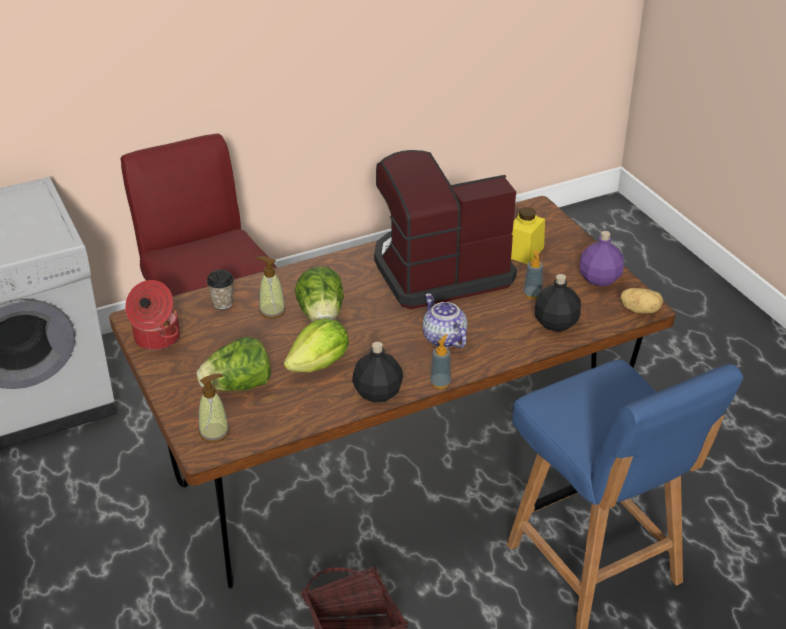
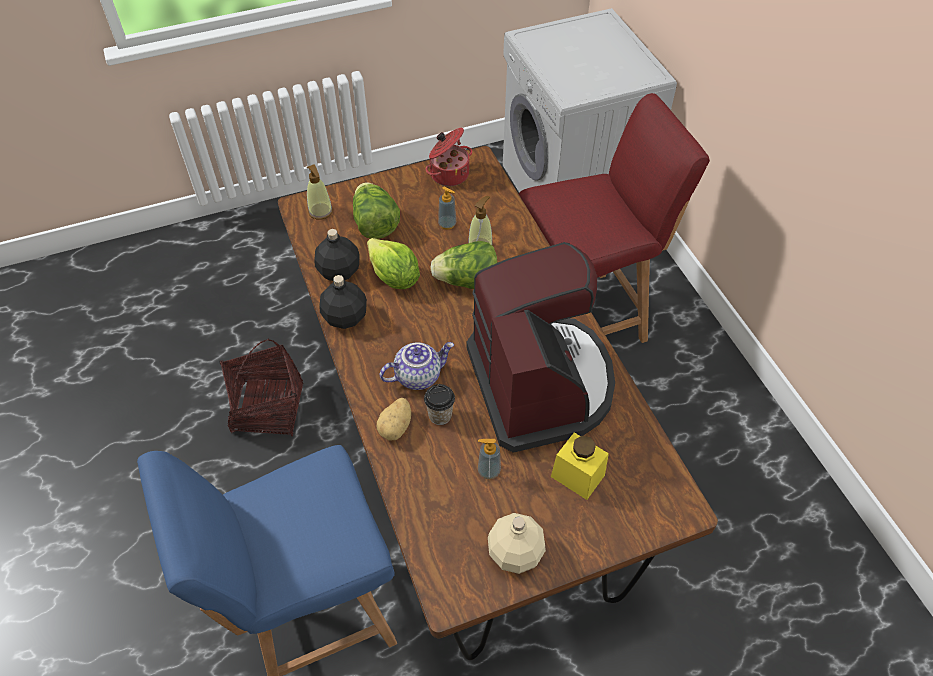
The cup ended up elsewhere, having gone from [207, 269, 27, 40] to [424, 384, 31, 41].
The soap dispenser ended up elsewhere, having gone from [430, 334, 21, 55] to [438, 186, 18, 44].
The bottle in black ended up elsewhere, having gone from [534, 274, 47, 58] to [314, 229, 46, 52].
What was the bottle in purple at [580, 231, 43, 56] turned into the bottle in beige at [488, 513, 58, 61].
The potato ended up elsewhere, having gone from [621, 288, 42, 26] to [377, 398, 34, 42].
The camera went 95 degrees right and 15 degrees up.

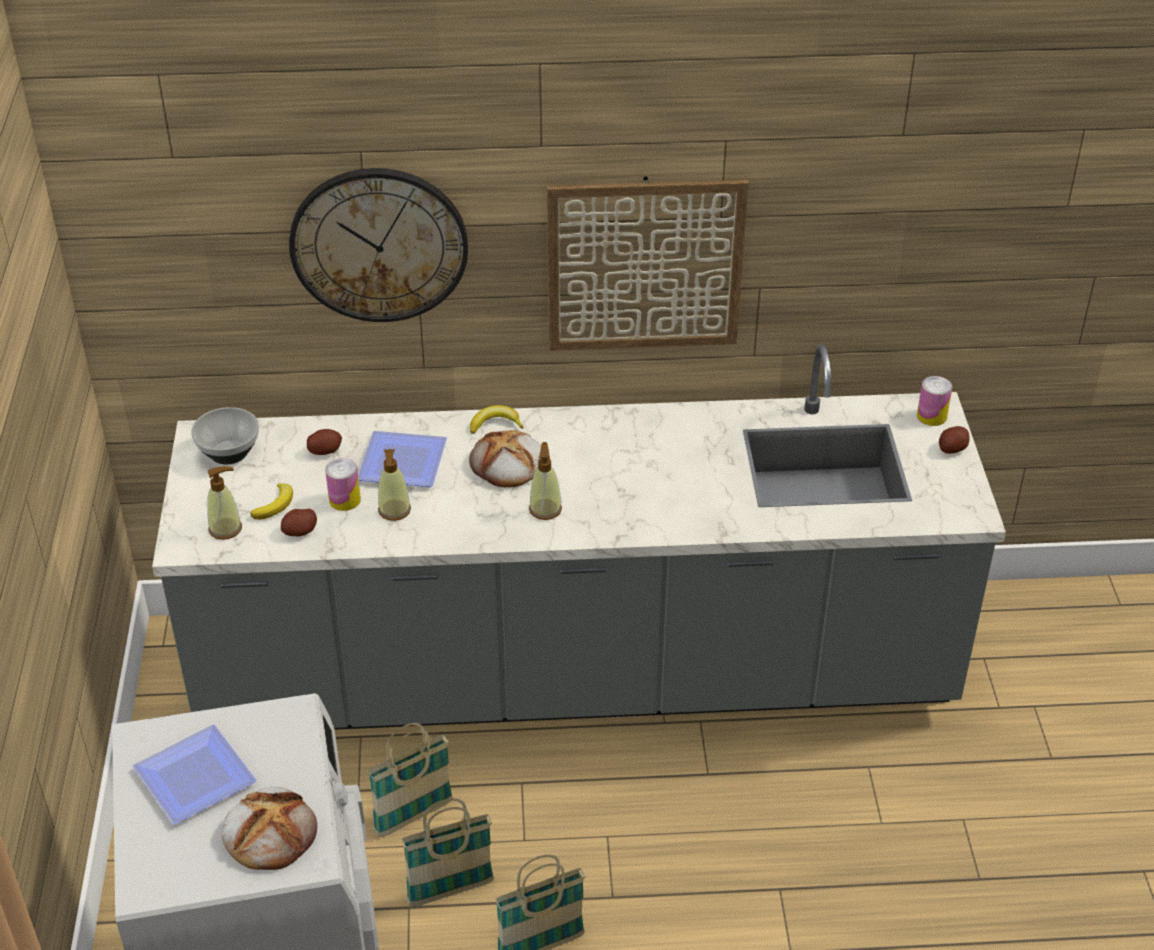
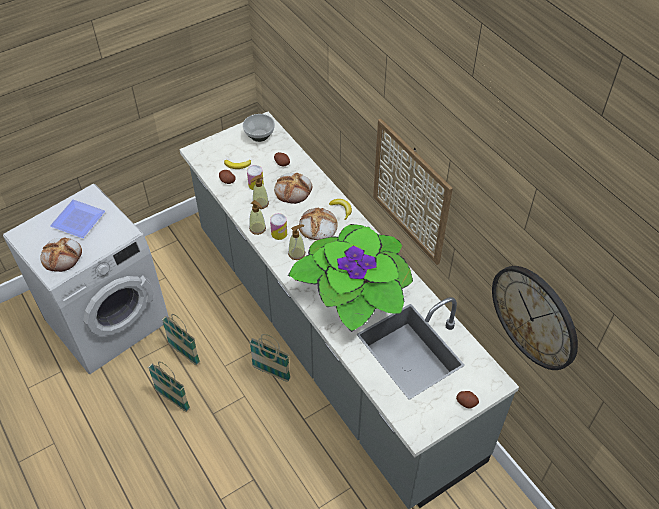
The soap dispenser ended up elsewhere, having gone from [207, 466, 35, 74] to [249, 200, 17, 35].
The wall clock ended up elsewhere, having gone from [289, 168, 179, 154] to [492, 266, 86, 104].
Where the plate stood at [358, 431, 89, 56], the bread came to stand at [274, 173, 38, 31].
The basket ended up elsewhere, having gone from [368, 723, 85, 114] to [249, 334, 42, 48].
The can ended up elsewhere, having gone from [917, 376, 35, 50] to [270, 213, 17, 27].
The second view gained the potted plant at [288, 224, 125, 108].
The camera went 60 degrees right and 10 degrees up.

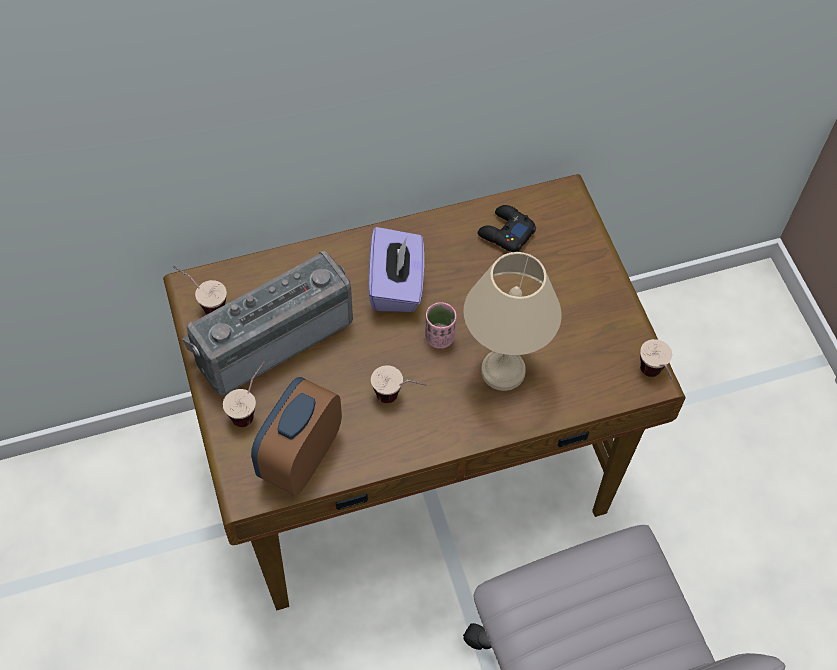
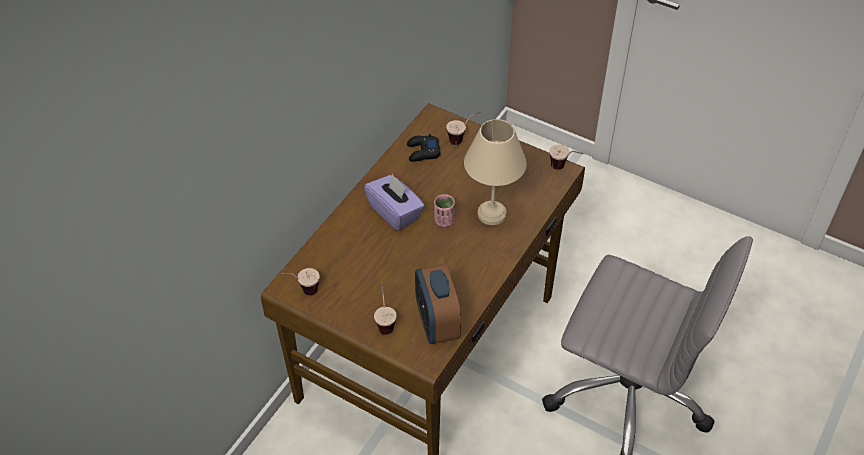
The second view lost the radio at [182, 251, 171, 145].
The cup ended up elsewhere, having gone from [371, 365, 56, 38] to [446, 111, 35, 34].
The camera went 40 degrees left and 10 degrees down.

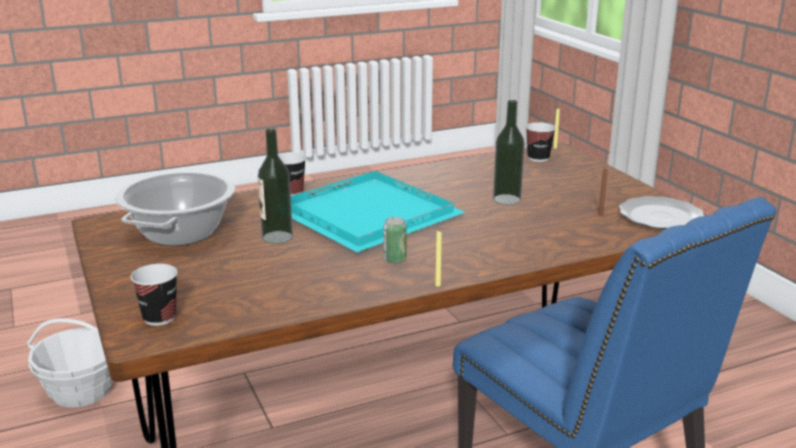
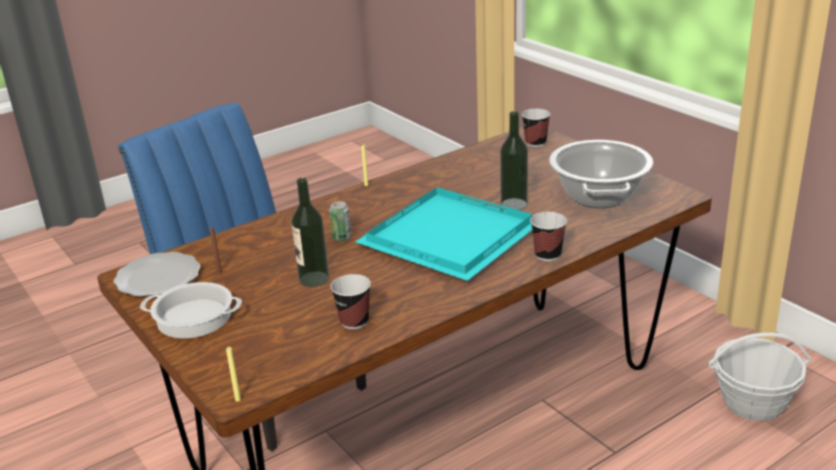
The can ended up elsewhere, having gone from [383, 217, 23, 47] to [329, 201, 22, 41].
The cup ended up elsewhere, having gone from [526, 122, 30, 40] to [331, 274, 40, 55].
The second view gained the cooking pot at [140, 282, 102, 57].
The camera went 170 degrees right and 5 degrees up.

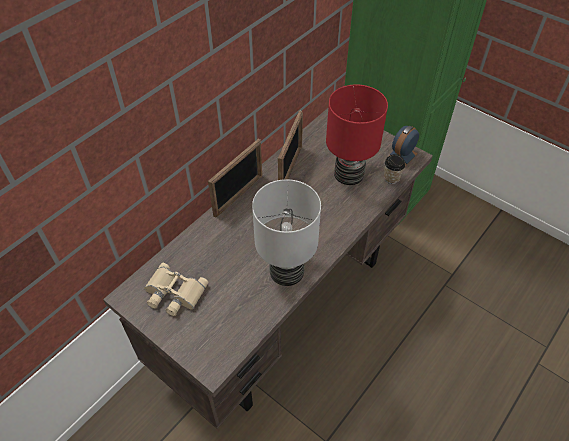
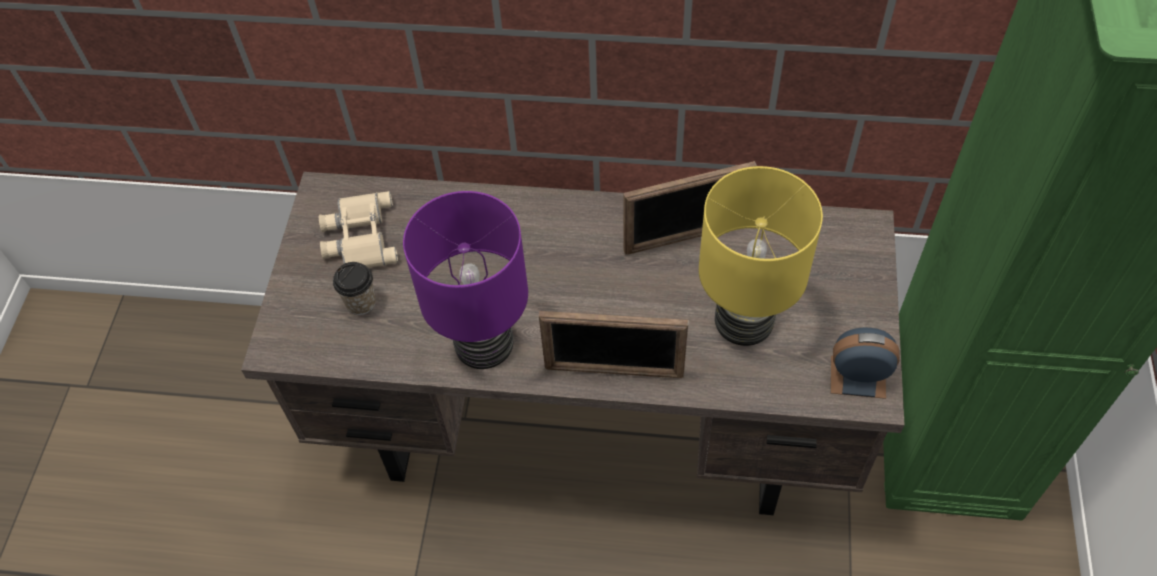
The picture frame ended up elsewhere, having gone from [208, 139, 54, 79] to [539, 311, 149, 67].
What was the table lamp in grey at [252, 179, 69, 107] turned into the table lamp in purple at [403, 191, 125, 178].
What was the table lamp in red at [326, 84, 62, 101] turned into the table lamp in yellow at [699, 166, 124, 180].
The cup ended up elsewhere, having gone from [384, 154, 21, 30] to [333, 262, 43, 53].
The camera went 60 degrees right and 5 degrees up.

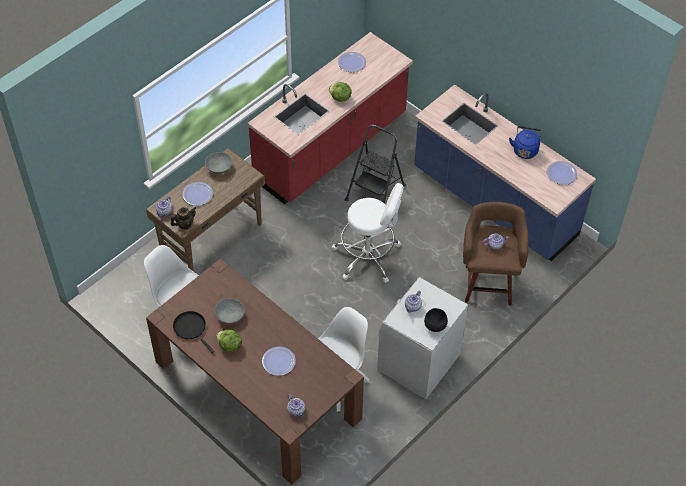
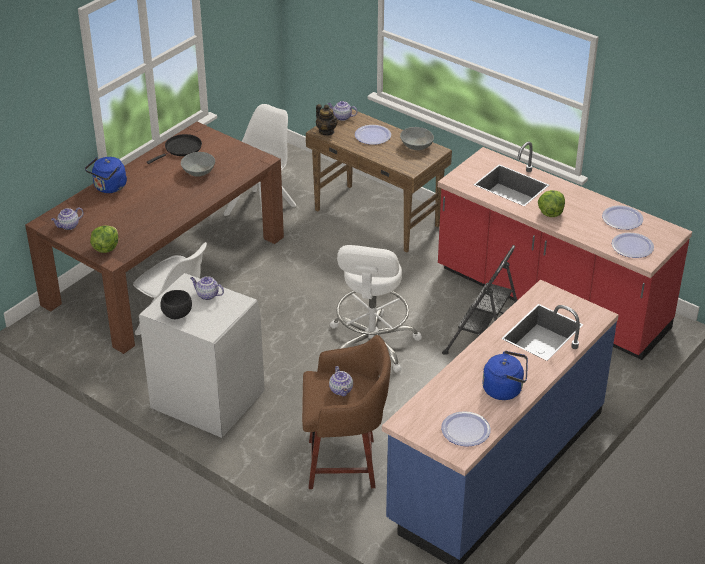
The lettuce ended up elsewhere, having gone from [217, 329, 25, 23] to [90, 225, 28, 28].
The plate ended up elsewhere, having gone from [262, 347, 34, 29] to [612, 233, 42, 25].
The second view gained the kettle in blue at [85, 157, 42, 36].
The camera went 85 degrees right and 15 degrees down.

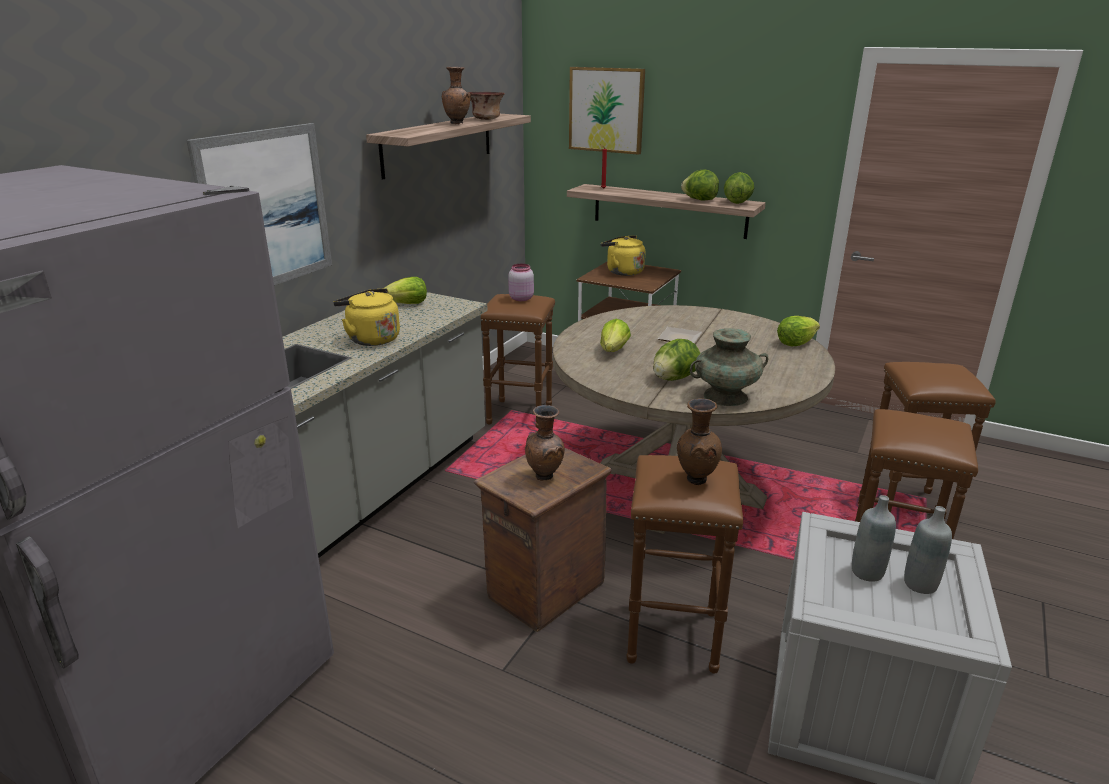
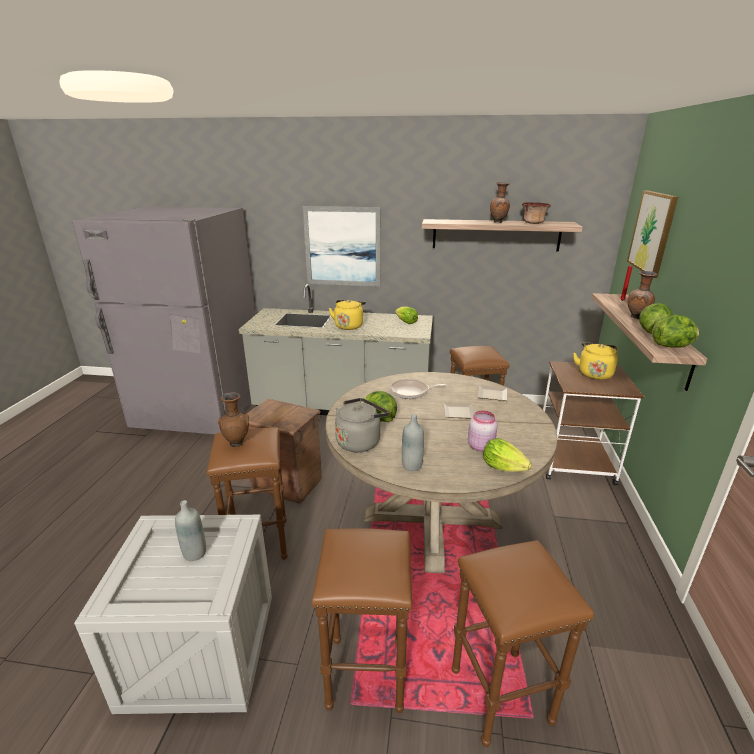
The jar in pink ended up elsewhere, having gone from [508, 264, 26, 37] to [468, 411, 30, 41].
The vase in brown ended up elsewhere, having gone from [525, 405, 40, 76] to [627, 271, 31, 48].
Where the lettuce stood at [600, 319, 31, 33], the frying pan came to stand at [390, 379, 56, 20].
Where the vase in turquoise stood at [690, 328, 78, 78], the kettle in grey came to stand at [335, 398, 54, 54].
The bottle in grey ended up elsewhere, having gone from [904, 506, 48, 88] to [402, 414, 22, 57].
The second view gained the plate at [478, 385, 29, 16].
The camera went 70 degrees right and 0 degrees up.

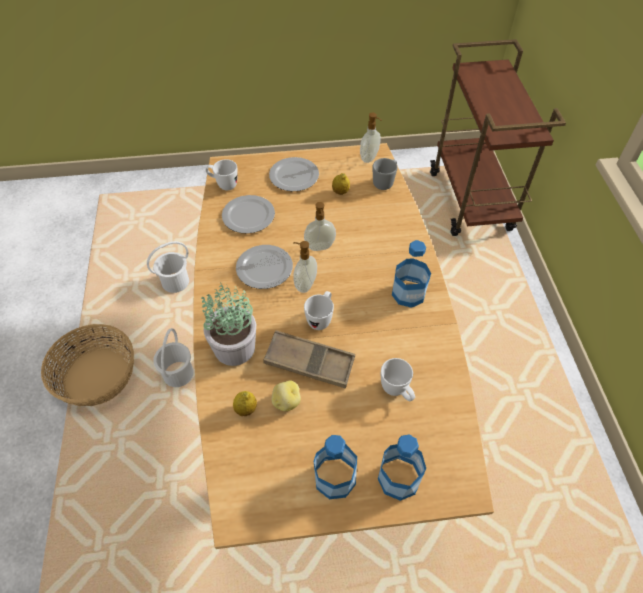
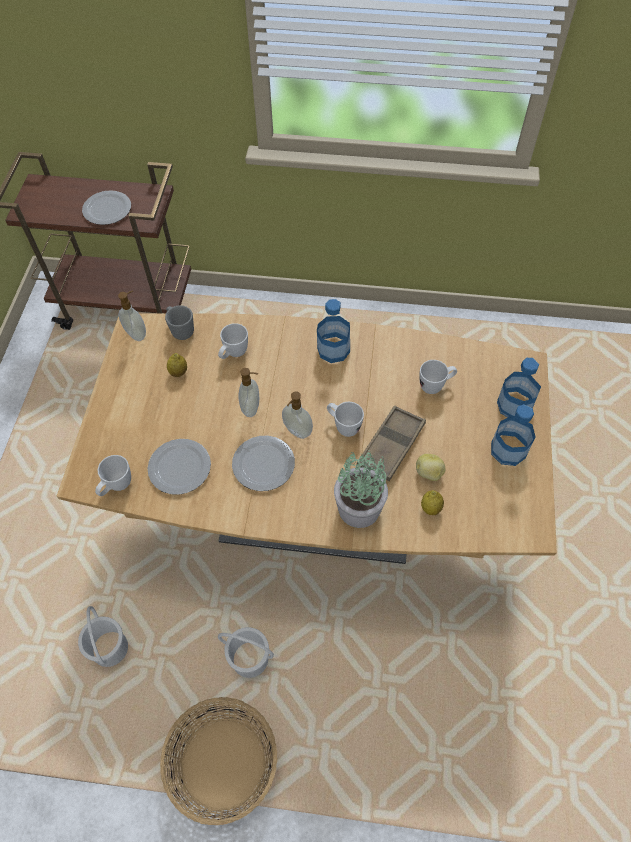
The plate ended up elsewhere, having gone from [269, 157, 50, 34] to [82, 190, 49, 35].
The second view gained the mug in white at [218, 323, 30, 36].
The camera went 75 degrees left and 5 degrees up.

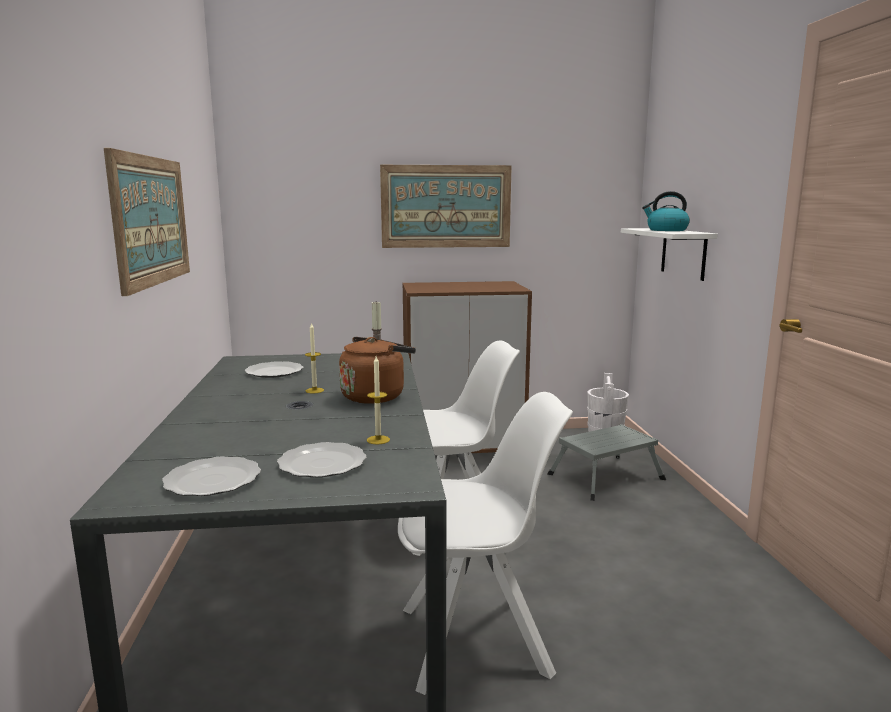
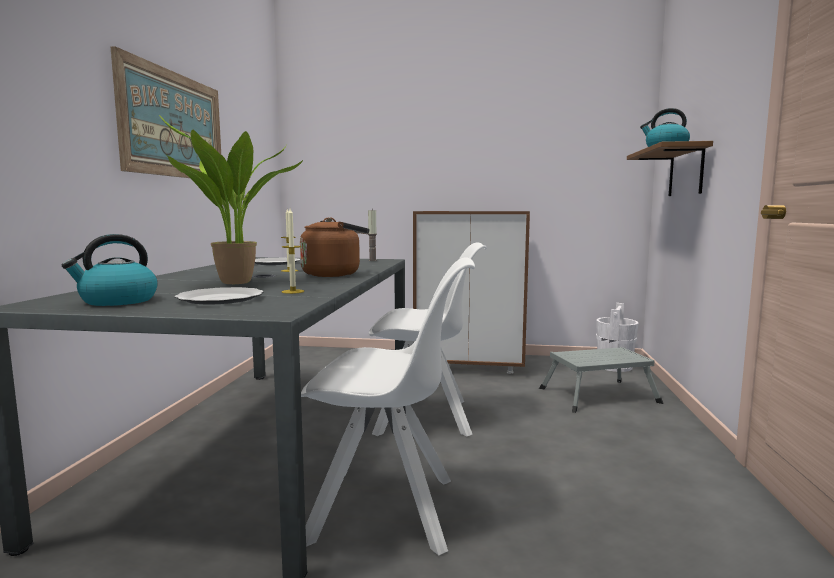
Where the plate stood at [162, 456, 99, 40], the kettle came to stand at [62, 234, 96, 72].
The second view lost the picture at [380, 165, 132, 83].
What was the shelf in white at [621, 228, 97, 53] turned into the shelf in brown at [627, 141, 86, 55].
The second view gained the potted plant at [159, 115, 144, 169].
The camera went 15 degrees right and 5 degrees down.

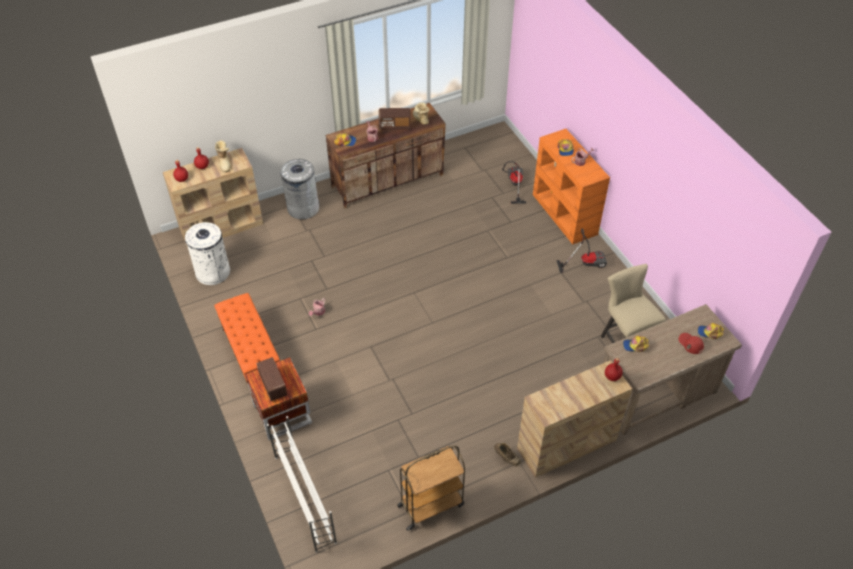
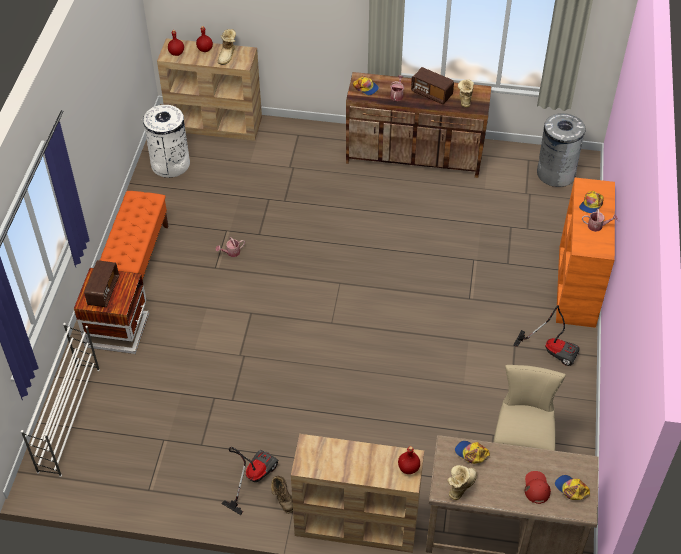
The trash can in grey ended up elsewhere, having gone from [280, 159, 39, 60] to [537, 113, 48, 74].
The second view lost the cart in brown at [397, 446, 68, 85].
The vacuum cleaner ended up elsewhere, having gone from [502, 161, 24, 43] to [221, 447, 58, 68].
The second view gained the boot at [447, 465, 31, 35].
The camera went 35 degrees right and 0 degrees up.

